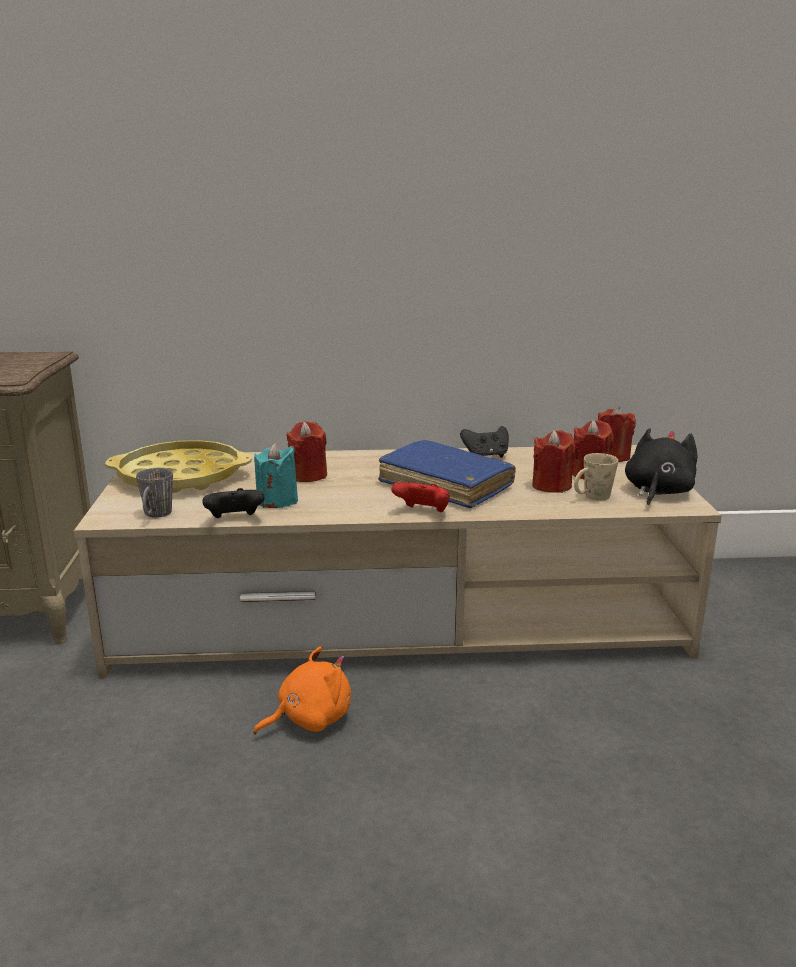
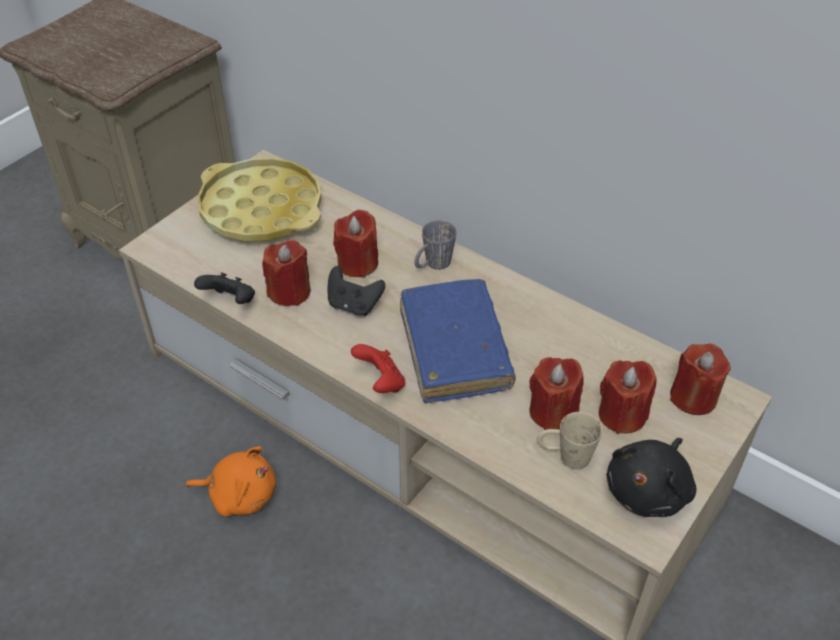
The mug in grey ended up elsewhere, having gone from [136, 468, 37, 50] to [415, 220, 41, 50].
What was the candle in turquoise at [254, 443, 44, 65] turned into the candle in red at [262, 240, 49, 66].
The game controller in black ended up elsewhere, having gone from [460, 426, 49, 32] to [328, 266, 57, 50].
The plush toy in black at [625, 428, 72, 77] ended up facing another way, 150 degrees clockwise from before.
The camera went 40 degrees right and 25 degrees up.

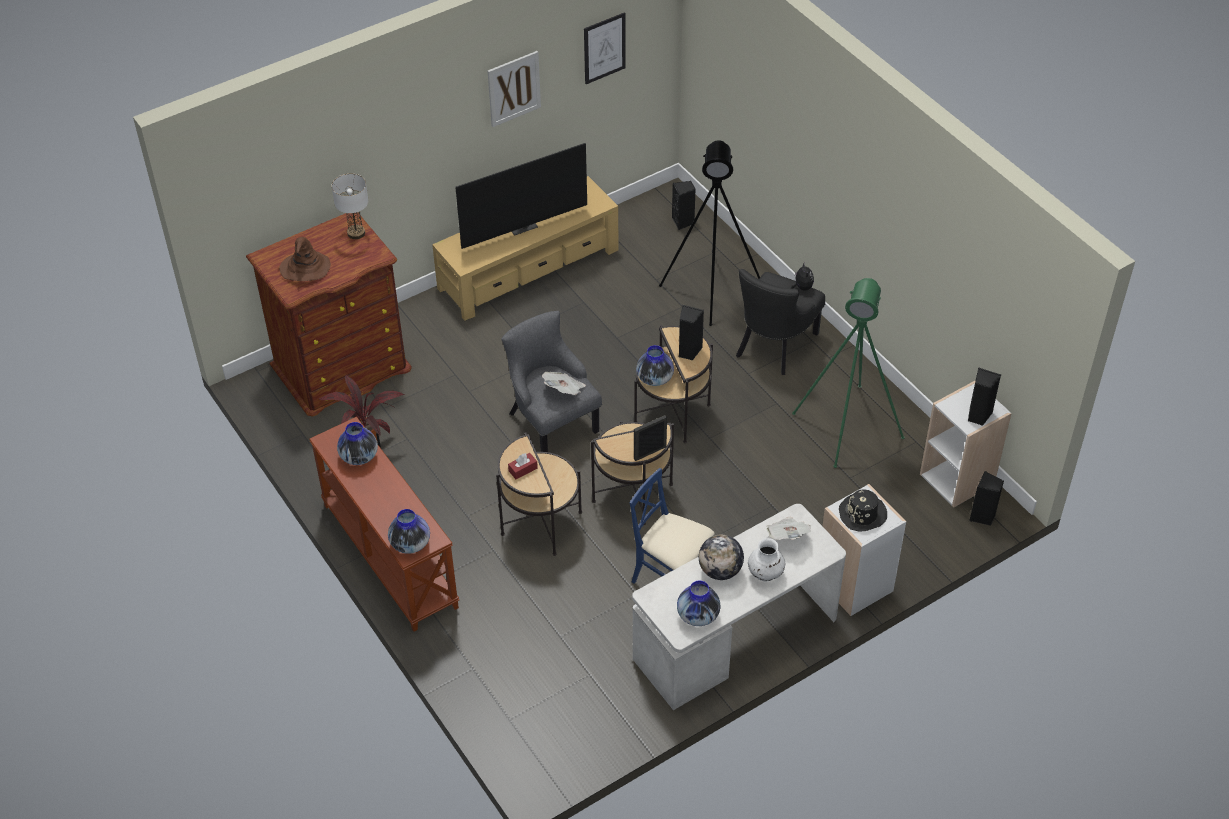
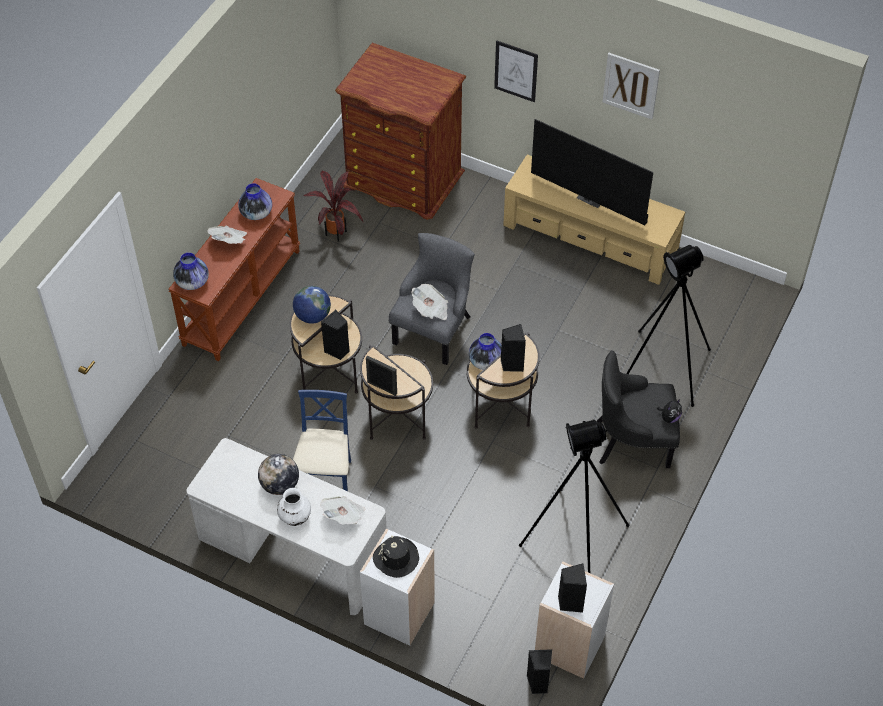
The second view lost the hat in brown at [279, 237, 52, 44].
The second view lost the table lamp at [332, 173, 37, 66].
Where the tissue box in red stood at [508, 453, 30, 26], the globe came to stand at [293, 286, 38, 38].
The picture ended up elsewhere, having gone from [584, 12, 42, 72] to [494, 41, 44, 61].
The speaker in black ended up elsewhere, having gone from [672, 181, 23, 49] to [321, 310, 29, 50].
The second view lost the vase at [677, 581, 43, 45].
What was the floor lamp in green at [792, 278, 113, 190] turned into the floor lamp in black at [519, 420, 111, 153].
The second view gained the newspaper at [207, 226, 40, 18].
The camera went 60 degrees right and 5 degrees up.

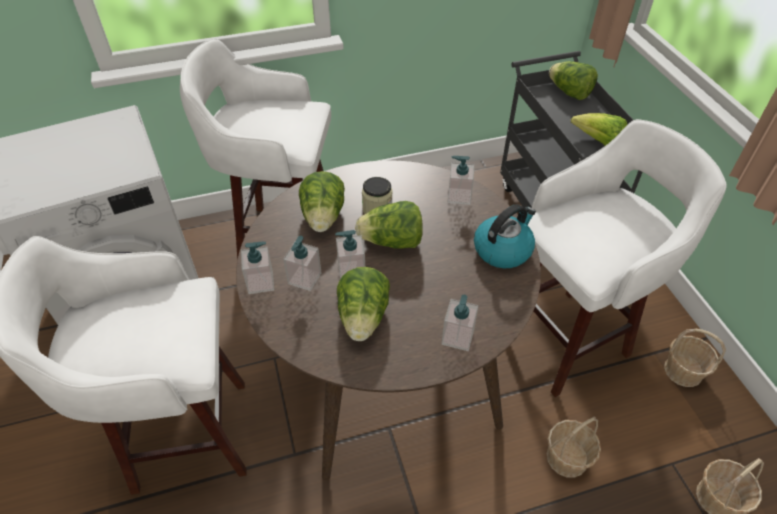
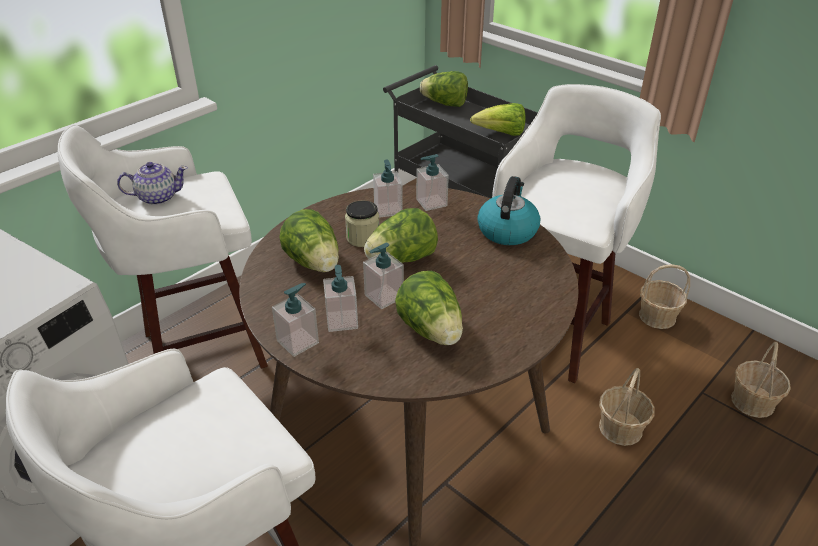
The soap dispenser ended up elsewhere, having gone from [442, 295, 36, 56] to [373, 160, 30, 58].
The second view gained the teapot at [117, 162, 71, 43].
The camera went 30 degrees left and 10 degrees down.

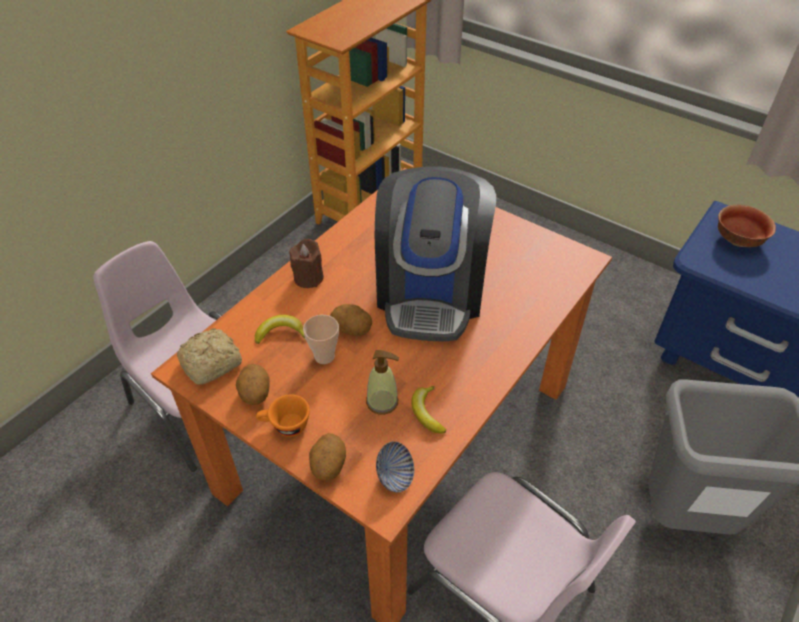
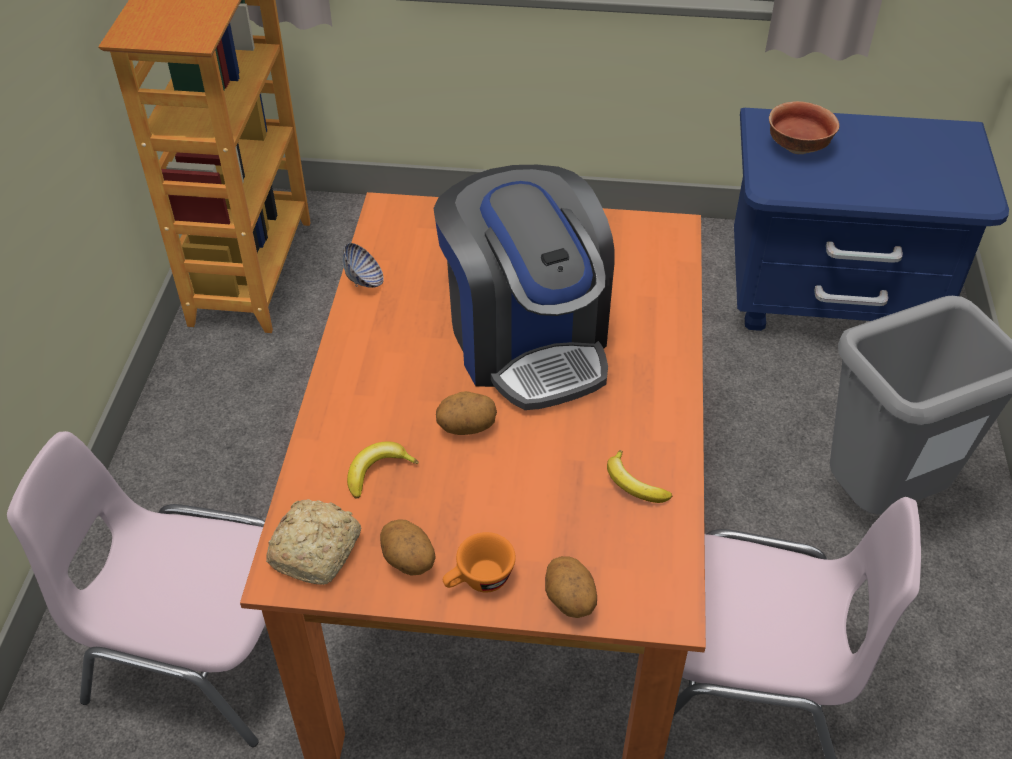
The second view lost the candle in brown at [289, 239, 35, 49].
The second view lost the cup at [303, 315, 36, 49].
The second view lost the soap dispenser at [366, 350, 33, 65].
The bowl ended up elsewhere, having gone from [376, 441, 38, 51] to [342, 243, 42, 45].
The camera went 30 degrees left and 0 degrees up.

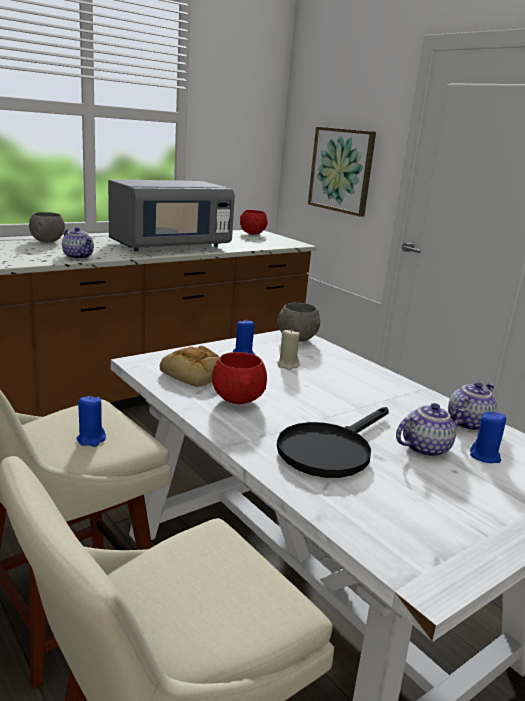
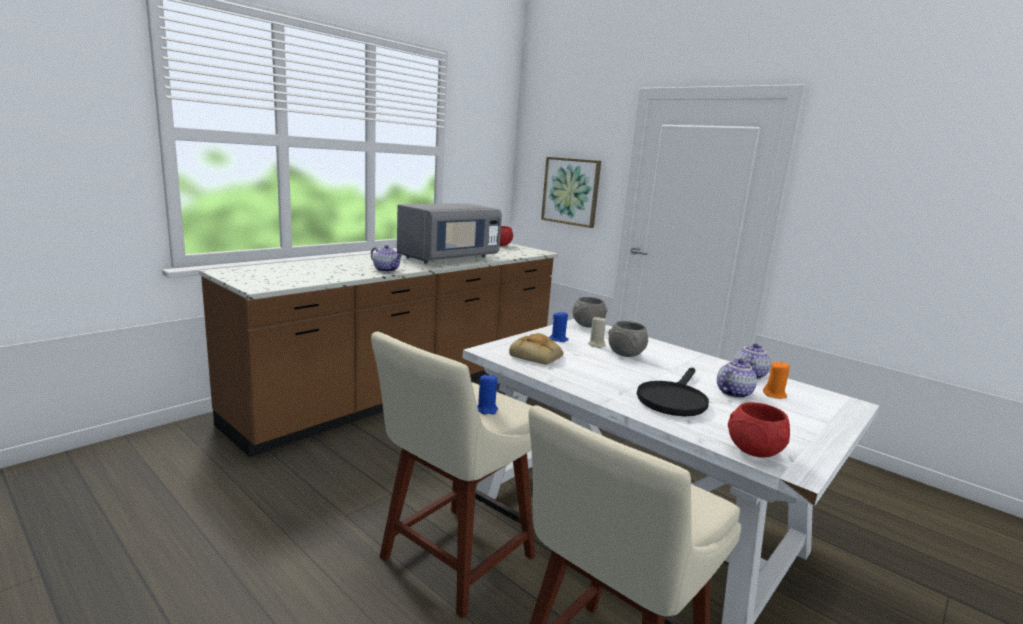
The bowl in grey ended up elsewhere, having gone from [29, 212, 36, 30] to [608, 321, 40, 36].
The bowl in red ended up elsewhere, having gone from [212, 352, 55, 52] to [728, 402, 62, 56].
What was the candle in blue at [470, 412, 36, 51] turned into the candle in orange at [763, 361, 27, 38].
The camera went 10 degrees left and 5 degrees down.

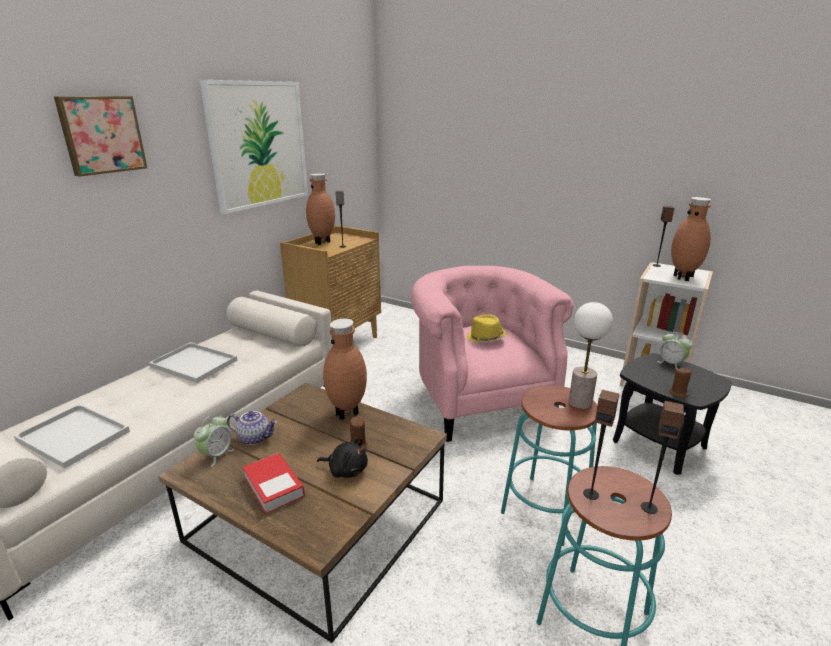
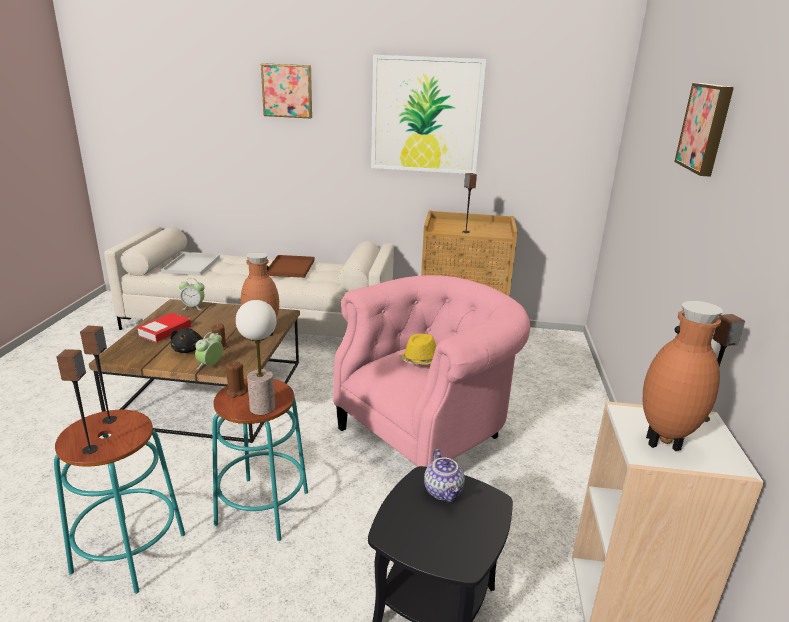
What was the tray in white at [149, 342, 88, 41] turned into the tray in brown at [267, 255, 48, 23].
The teapot ended up elsewhere, having gone from [227, 411, 50, 34] to [424, 449, 41, 53].
The second view lost the vase in brown at [306, 173, 29, 72].
The alarm clock ended up elsewhere, having gone from [657, 331, 35, 38] to [195, 332, 28, 38].
The candle in brown ended up elsewhere, having gone from [669, 368, 23, 30] to [226, 362, 22, 36].
The second view gained the picture at [674, 83, 60, 94].
The camera went 65 degrees right and 0 degrees up.

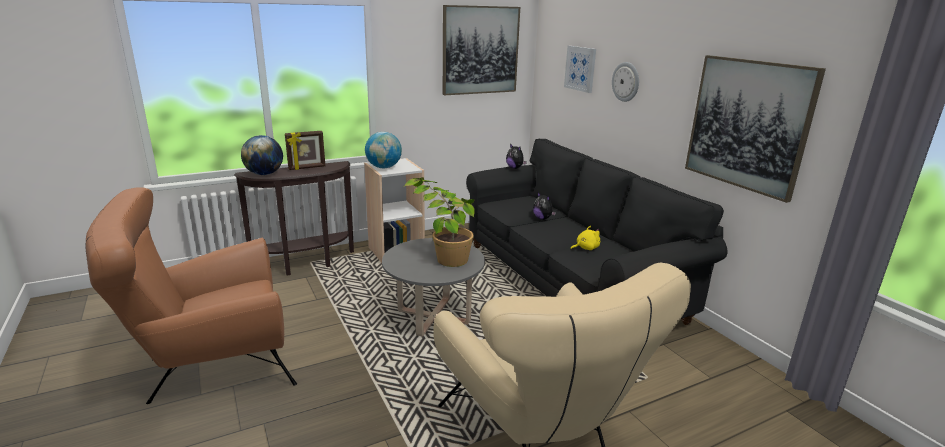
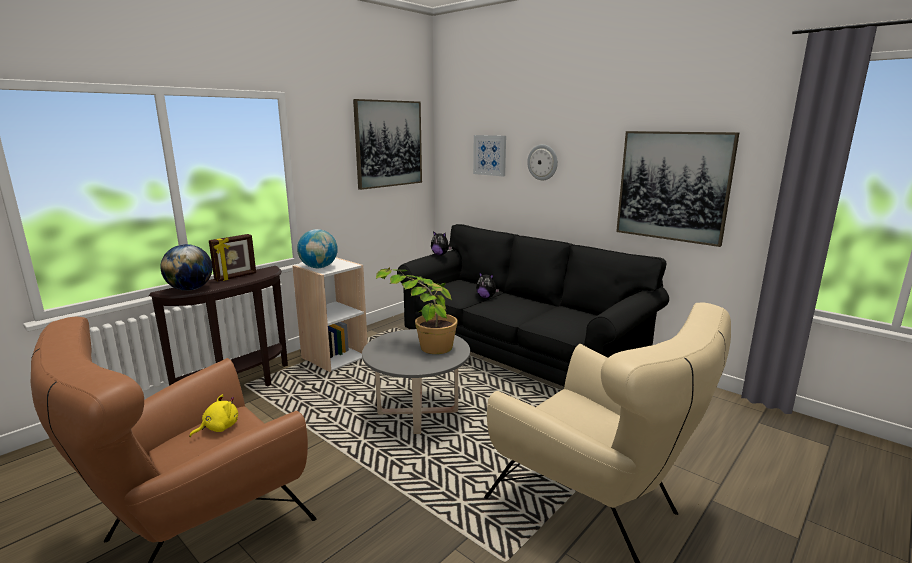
The plush toy in yellow ended up elsewhere, having gone from [570, 226, 30, 24] to [189, 394, 49, 43].
The camera went 20 degrees left and 5 degrees down.

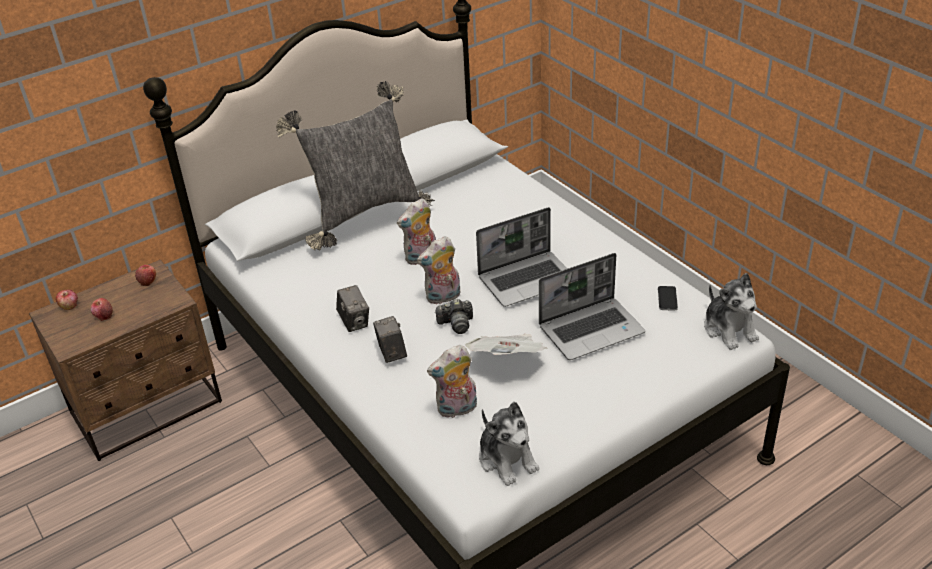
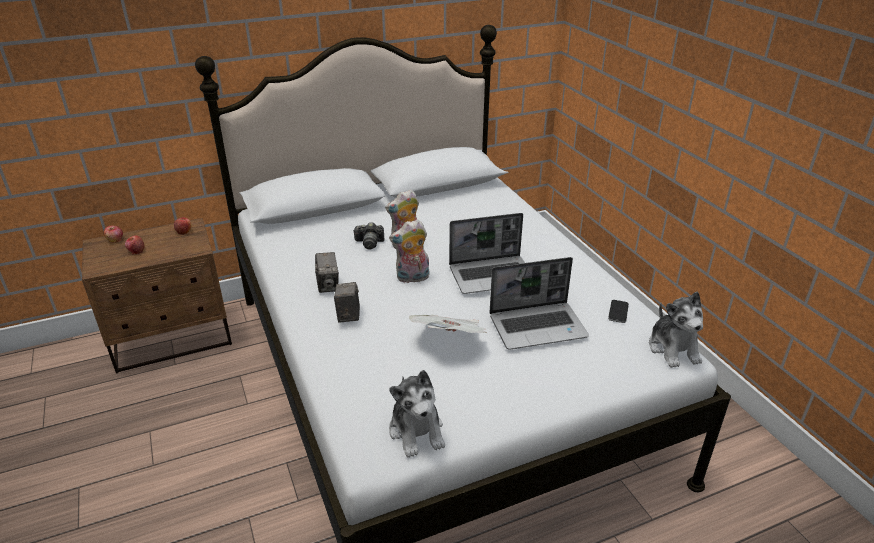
The second view lost the pillow at [276, 81, 158, 170].
The second view lost the plush toy at [427, 345, 50, 73].
The photo camera ended up elsewhere, having gone from [435, 299, 38, 35] to [353, 222, 31, 28].
The camera went 10 degrees right and 5 degrees down.

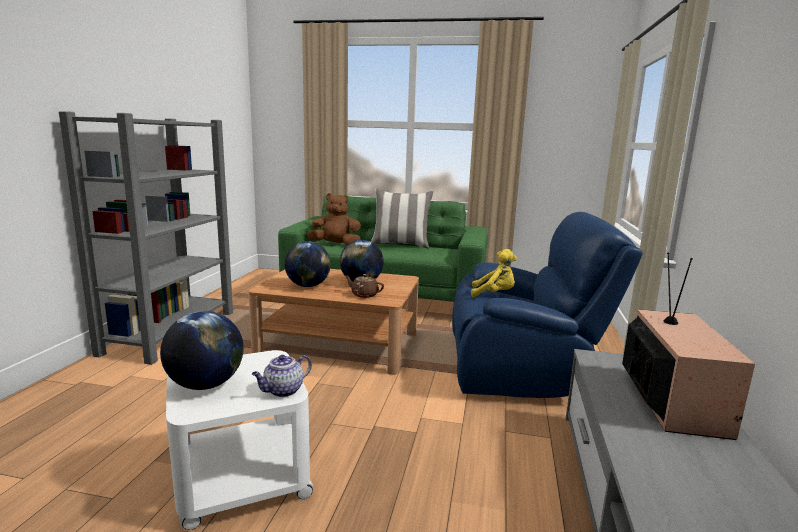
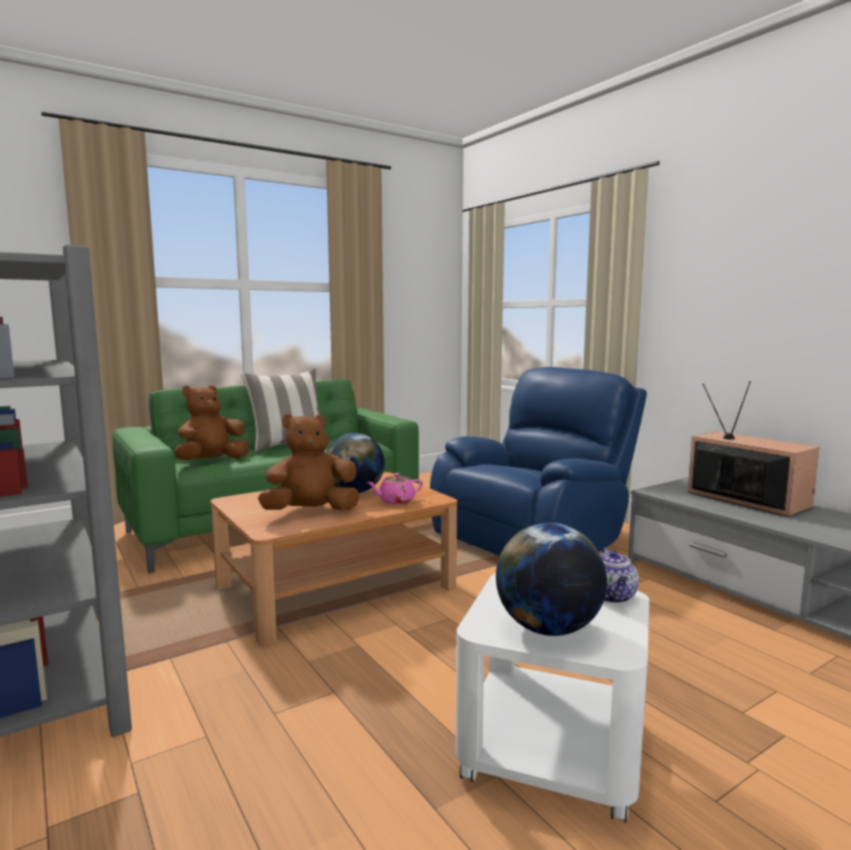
Where the globe stood at [285, 241, 46, 46], the plush toy in brown came to stand at [258, 414, 102, 96].
What was the teapot in brown at [345, 274, 39, 24] turned into the teapot in pink at [367, 473, 56, 31].
The second view lost the plush toy in yellow at [471, 249, 46, 49].
The camera went 45 degrees left and 5 degrees down.

